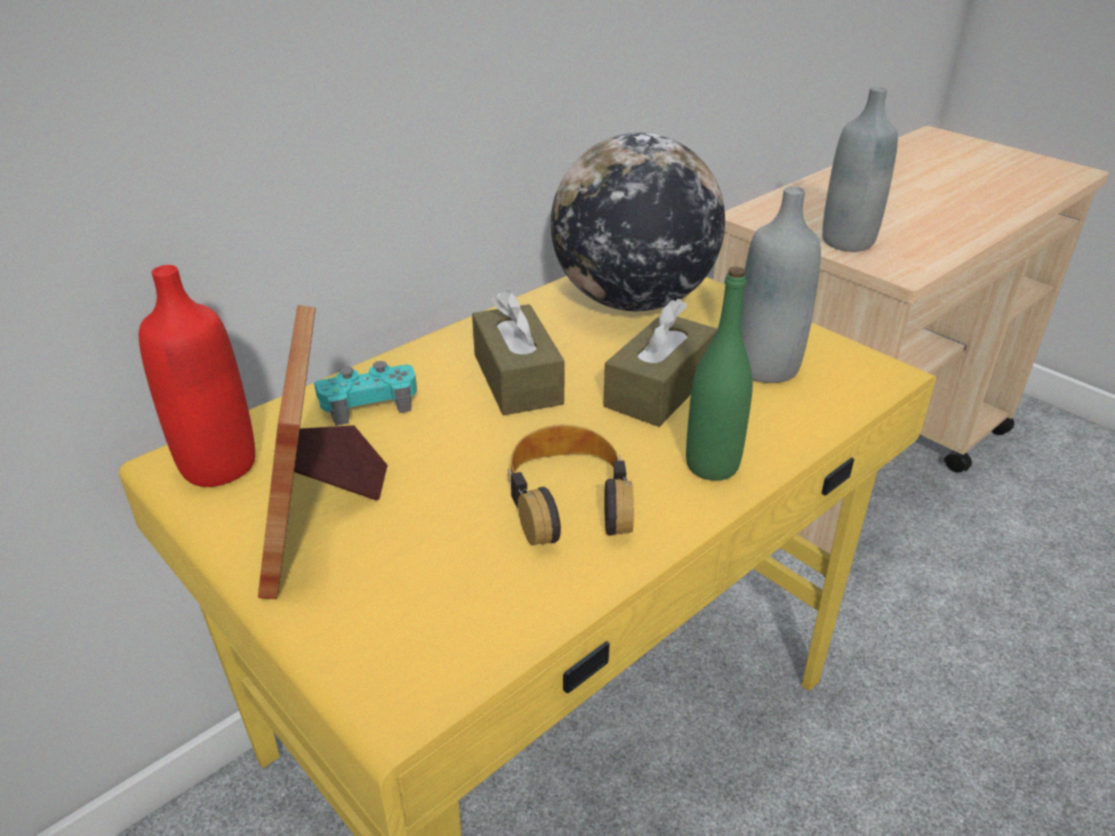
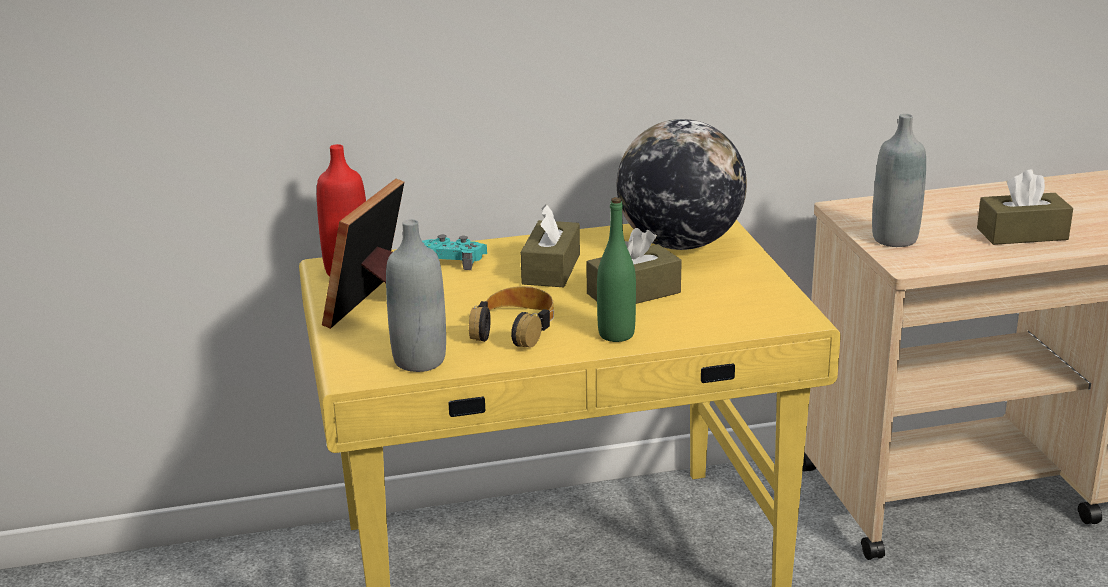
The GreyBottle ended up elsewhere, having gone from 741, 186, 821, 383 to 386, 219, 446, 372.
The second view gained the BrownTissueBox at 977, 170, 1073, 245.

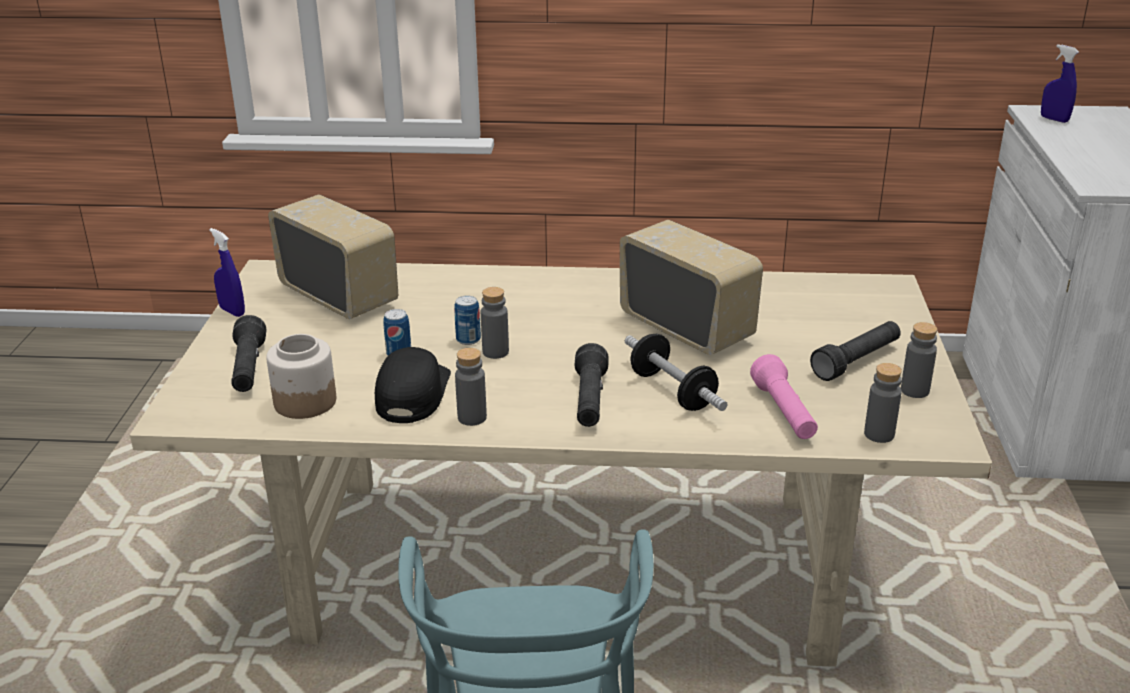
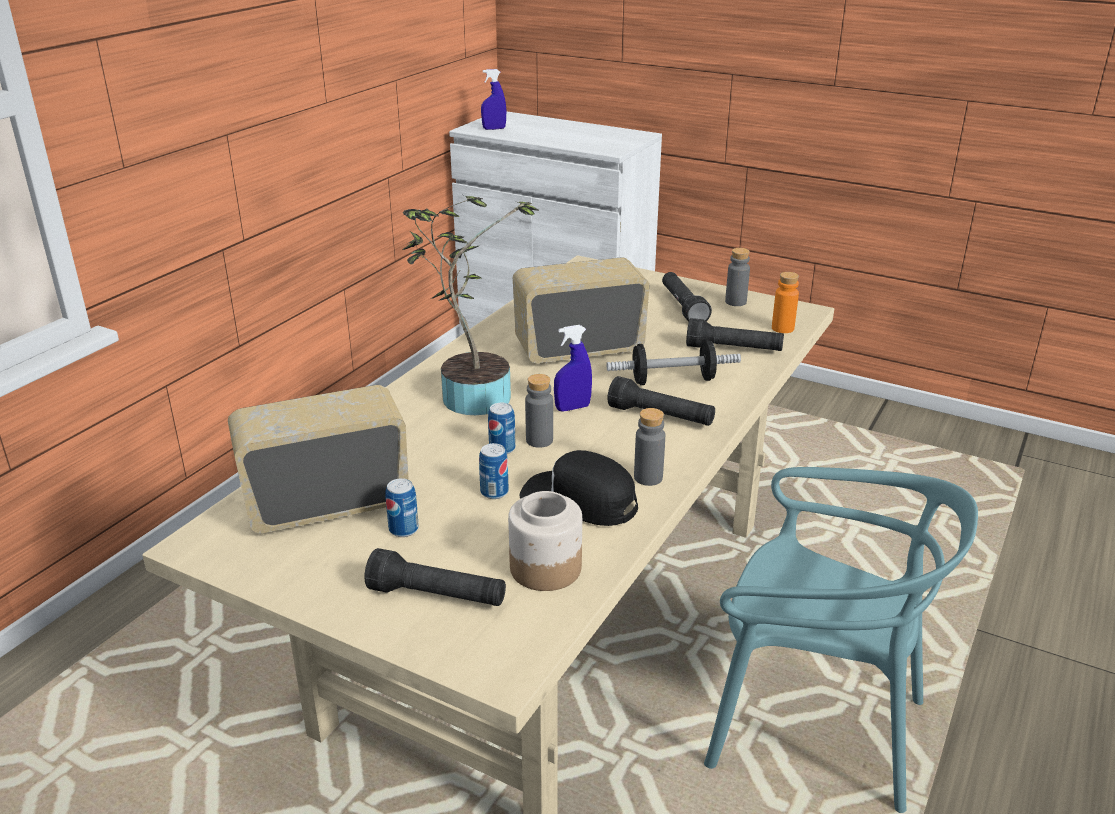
The BlueSprayBottle ended up elsewhere, having gone from 210, 228, 245, 317 to 554, 325, 592, 411.
What was the PinkFlashlight at 750, 354, 818, 439 turned into the BlackFlashlight at 686, 318, 784, 351.
What was the GreyBottle at 864, 363, 902, 443 turned into the OrangeBottle at 772, 272, 799, 333.
The second view gained the PottedPlant at 402, 196, 539, 415.
The second view gained the Can at 385, 478, 419, 537.

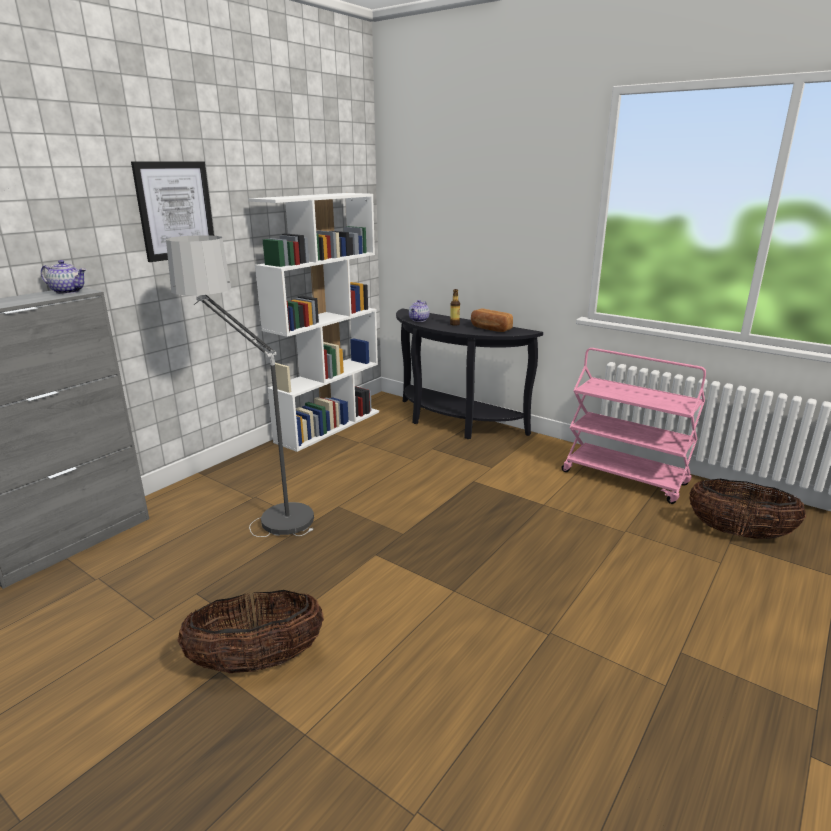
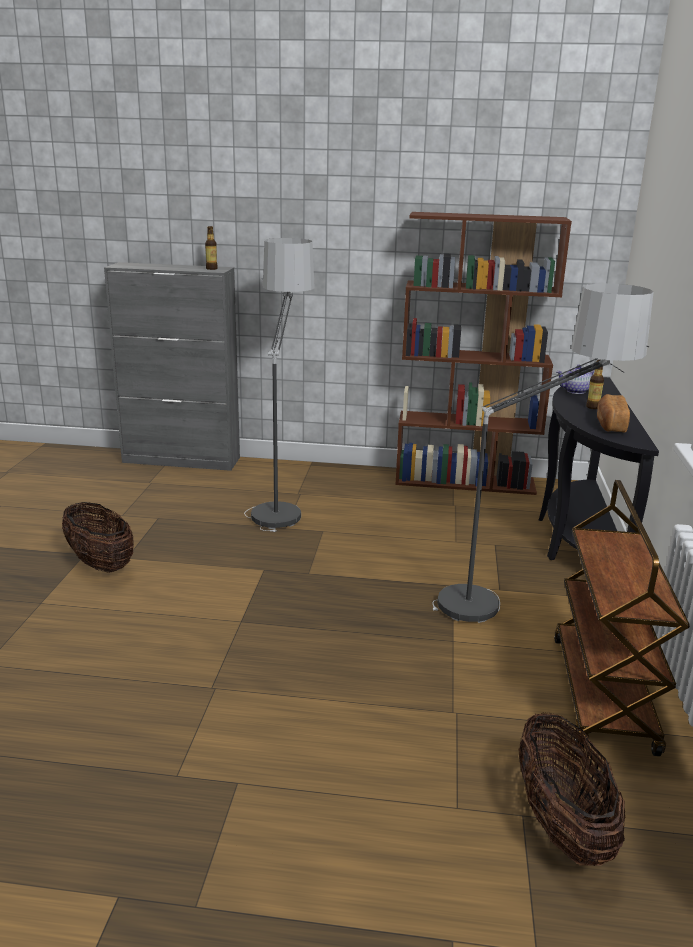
The second view lost the Picture at 131, 162, 214, 262.
What was the WhiteBookcase at 248, 193, 379, 452 turned into the BrownBookcase at 395, 212, 572, 495.
Where the Teapot stood at 41, 260, 86, 294, the Bottle came to stand at 205, 226, 218, 270.
What was the PinkCart at 561, 348, 706, 504 turned into the BrownCart at 554, 480, 690, 756.
The second view gained the FloorLamp at 432, 283, 653, 623.

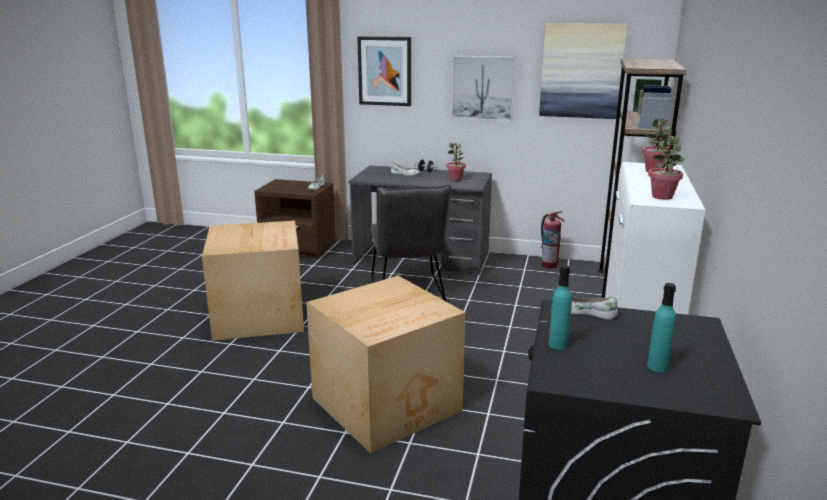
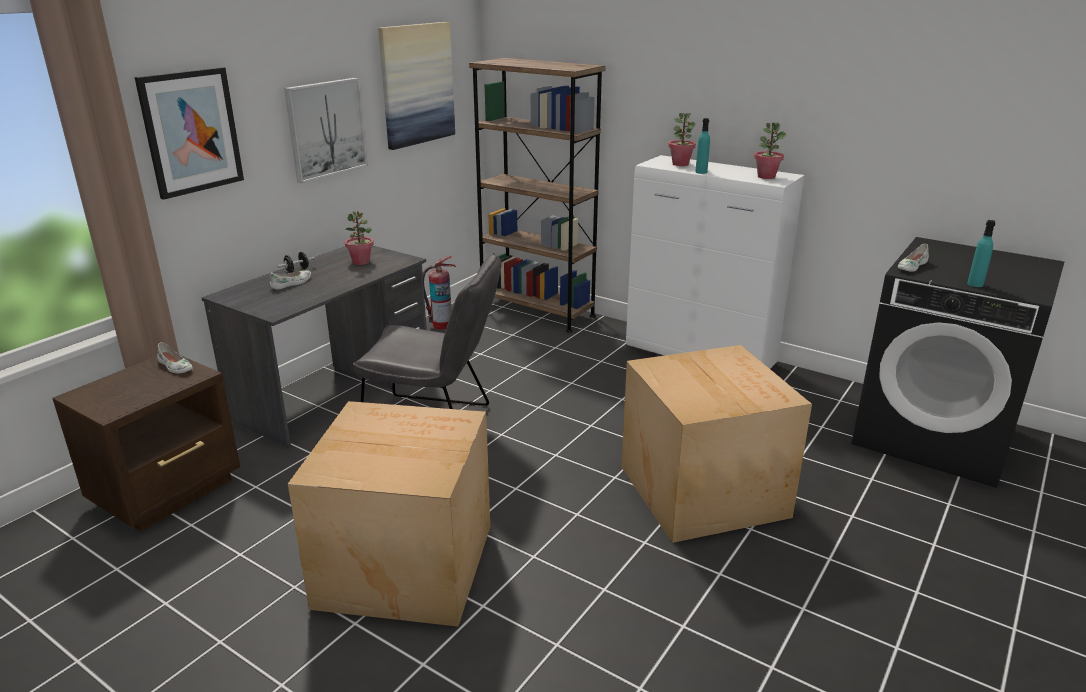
The TurquoiseBottle ended up elsewhere, having gone from 647, 283, 676, 373 to 696, 118, 710, 174.

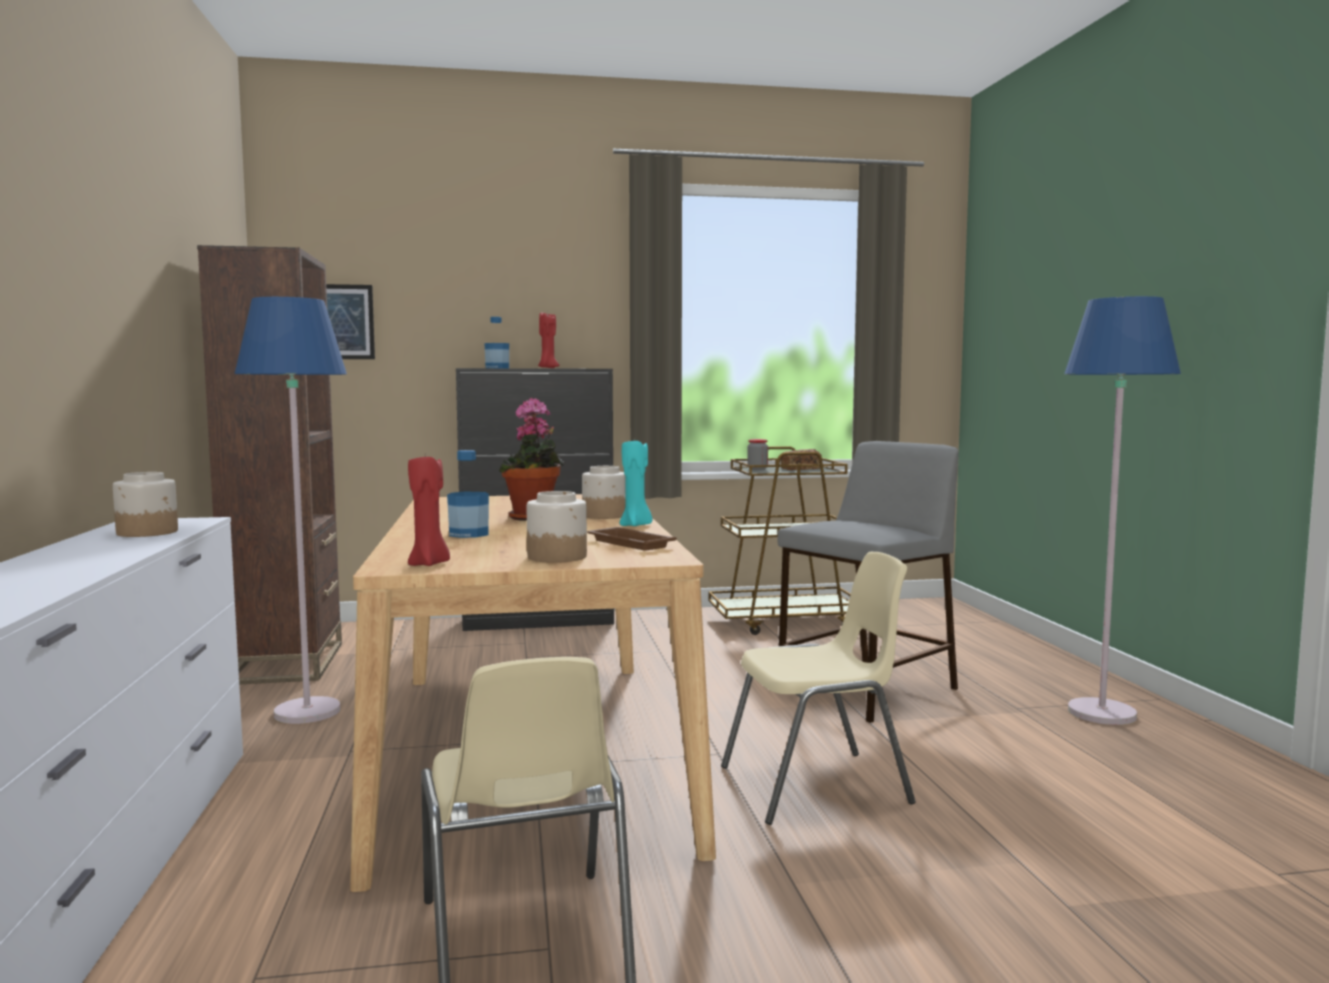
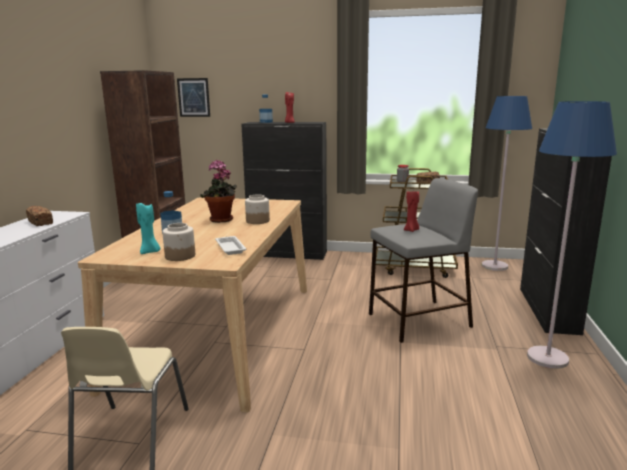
The BlueFloorLamp ended up elsewhere, having gone from 235, 297, 347, 724 to 482, 96, 532, 271.
The TurquoiseCandle ended up elsewhere, having gone from 620, 440, 652, 526 to 136, 203, 160, 254.
The RedCandle ended up elsewhere, having gone from 408, 456, 450, 566 to 404, 191, 419, 232.
Where the Jar stood at 113, 472, 178, 537, the Bread came to stand at 26, 206, 53, 226.
What was the BrownTray at 587, 527, 677, 550 turned into the WhiteTray at 215, 236, 247, 255.
The second view lost the BeigeChair at 721, 552, 916, 825.
The second view gained the BlackCabinet at 520, 128, 612, 335.

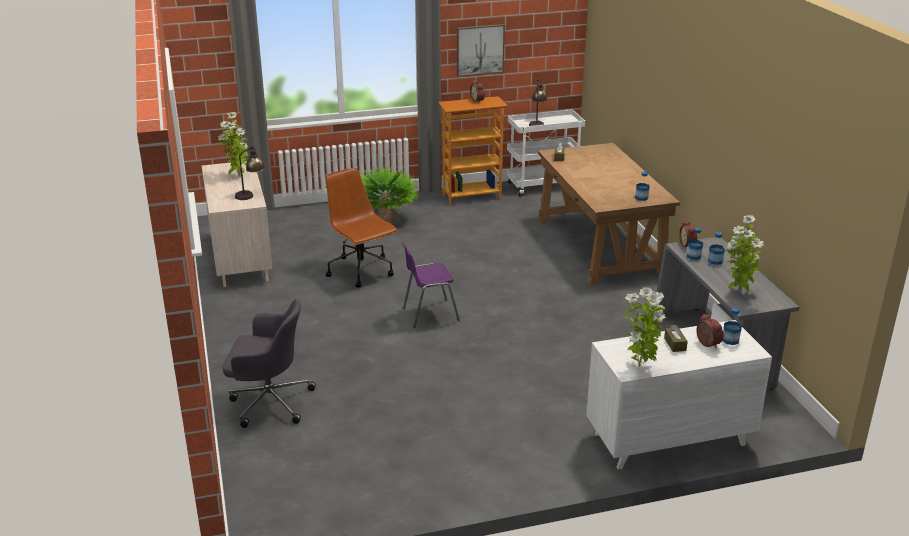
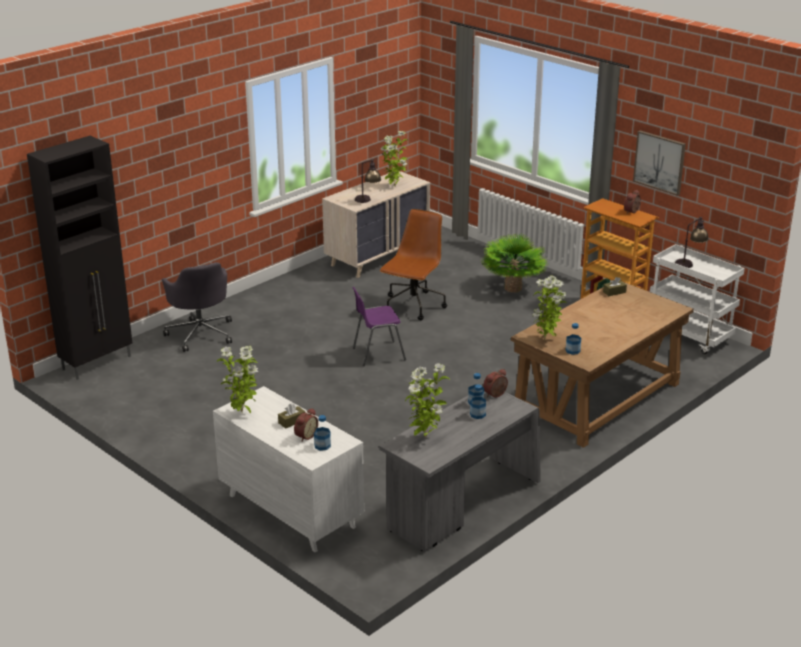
The PurpleChair at 402, 243, 460, 328 ended up facing another way, 60 degrees counterclockwise from before.
The second view gained the BlackCabinet at 27, 136, 132, 380.
The second view gained the PottedPlant at 532, 275, 566, 340.

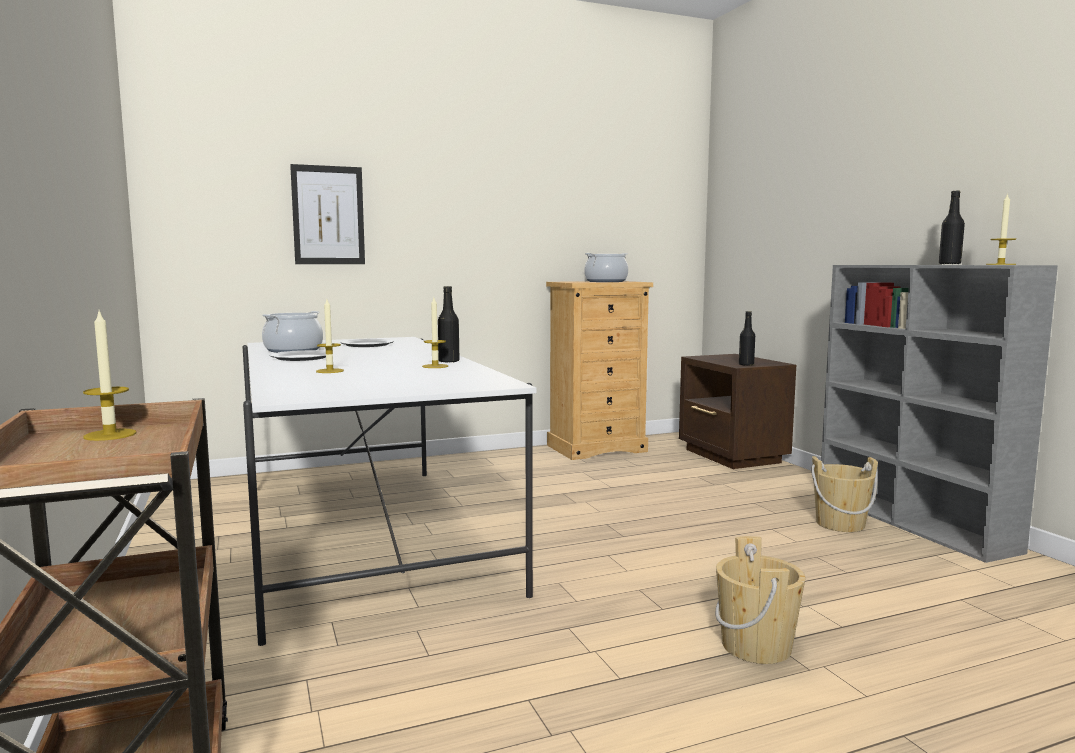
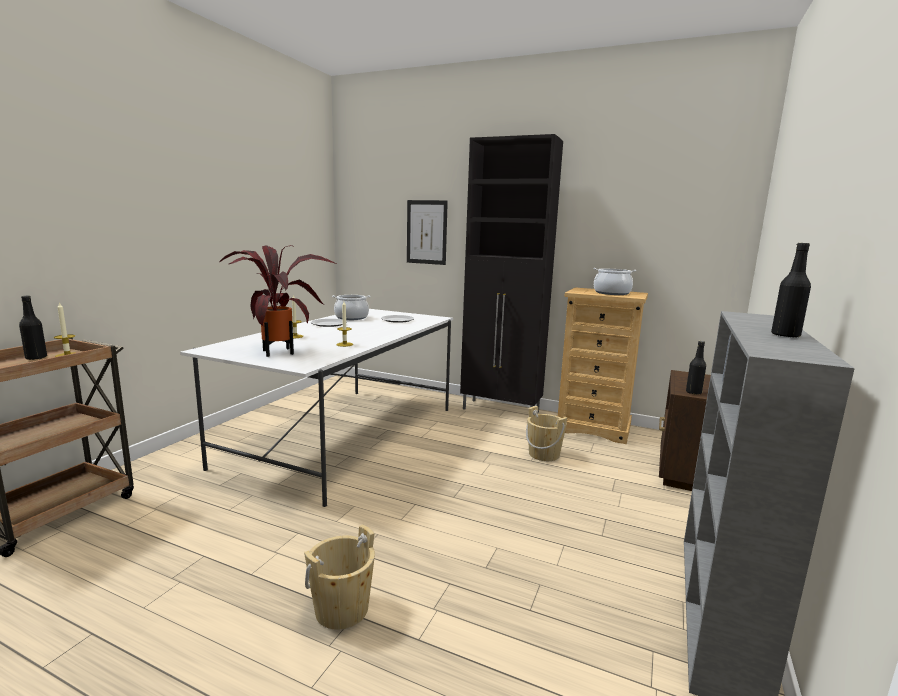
The second view lost the Candle at 986, 193, 1016, 265.
The BlackBottle ended up elsewhere, having gone from 438, 286, 460, 363 to 19, 296, 47, 360.
The BeigeBucket ended up elsewhere, having gone from 811, 456, 878, 532 to 526, 406, 567, 461.
The second view gained the BlackCabinet at 460, 134, 563, 413.
The second view gained the PottedPlant at 219, 245, 336, 357.

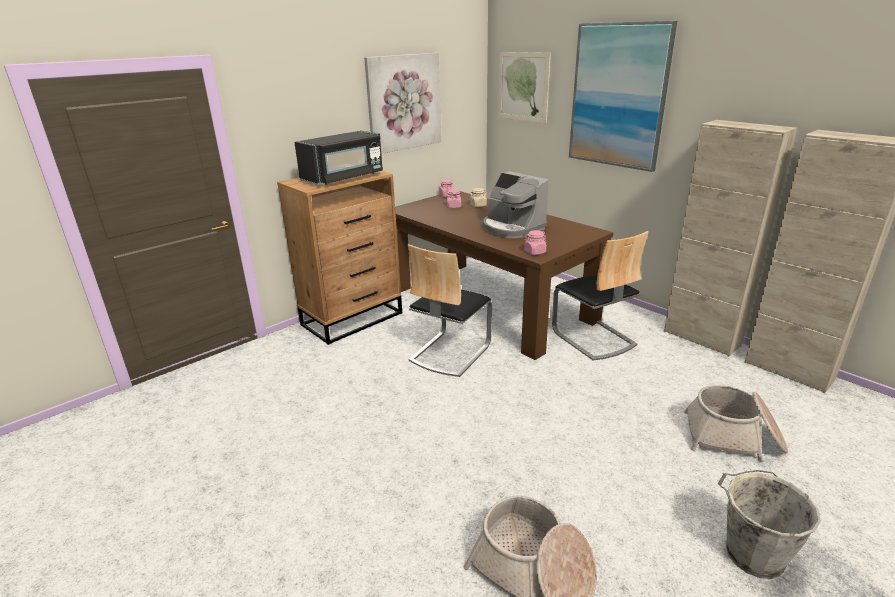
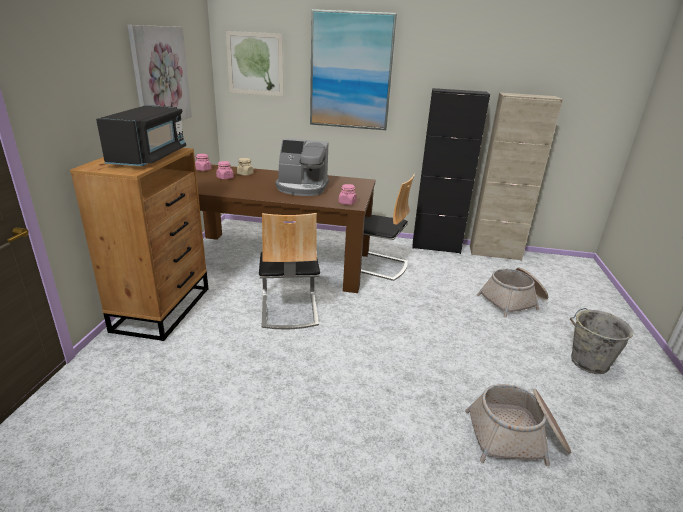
What was the BeigeCabinet at 664, 120, 798, 357 turned into the BlackCabinet at 412, 88, 490, 254.

